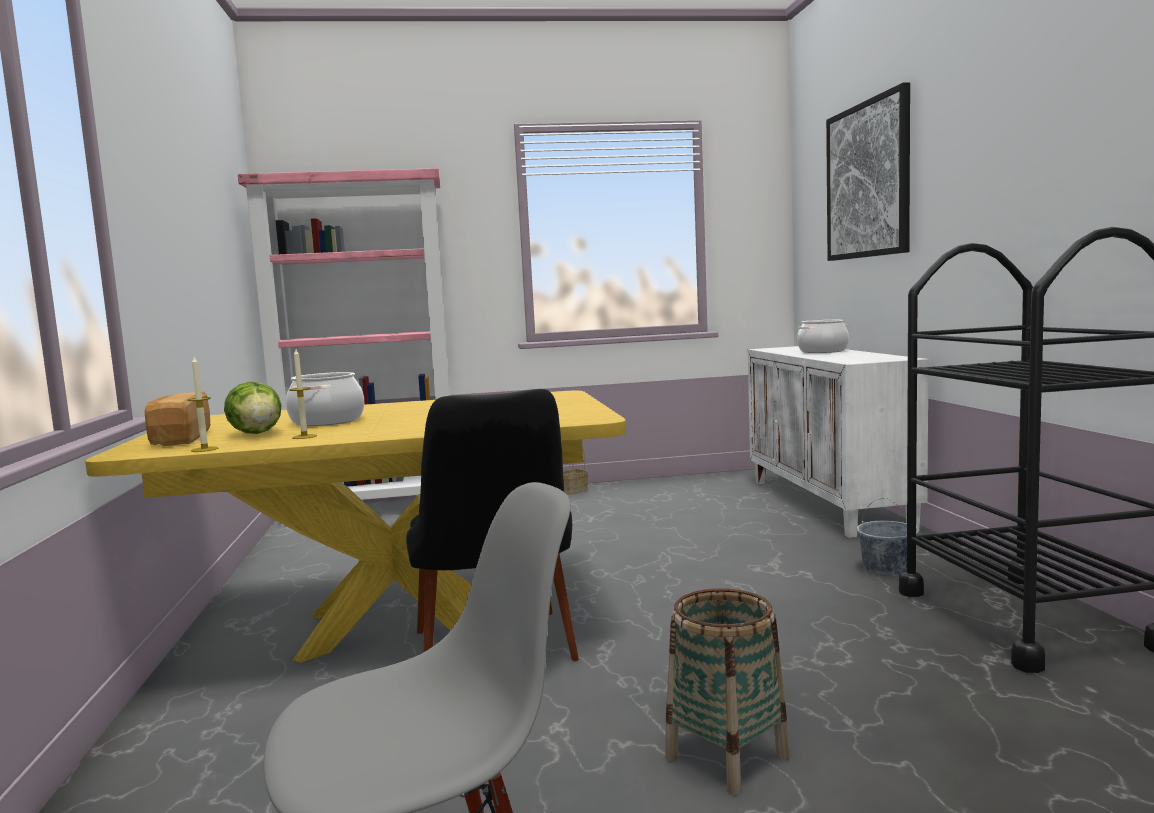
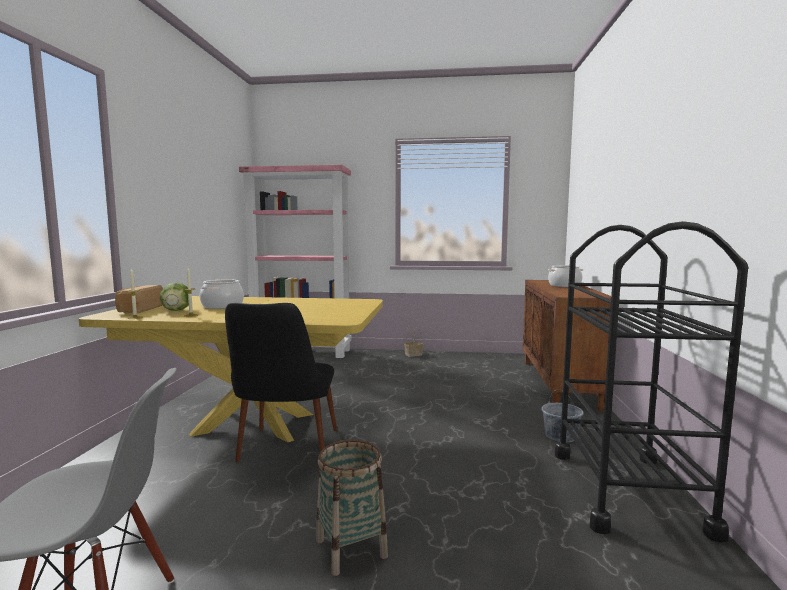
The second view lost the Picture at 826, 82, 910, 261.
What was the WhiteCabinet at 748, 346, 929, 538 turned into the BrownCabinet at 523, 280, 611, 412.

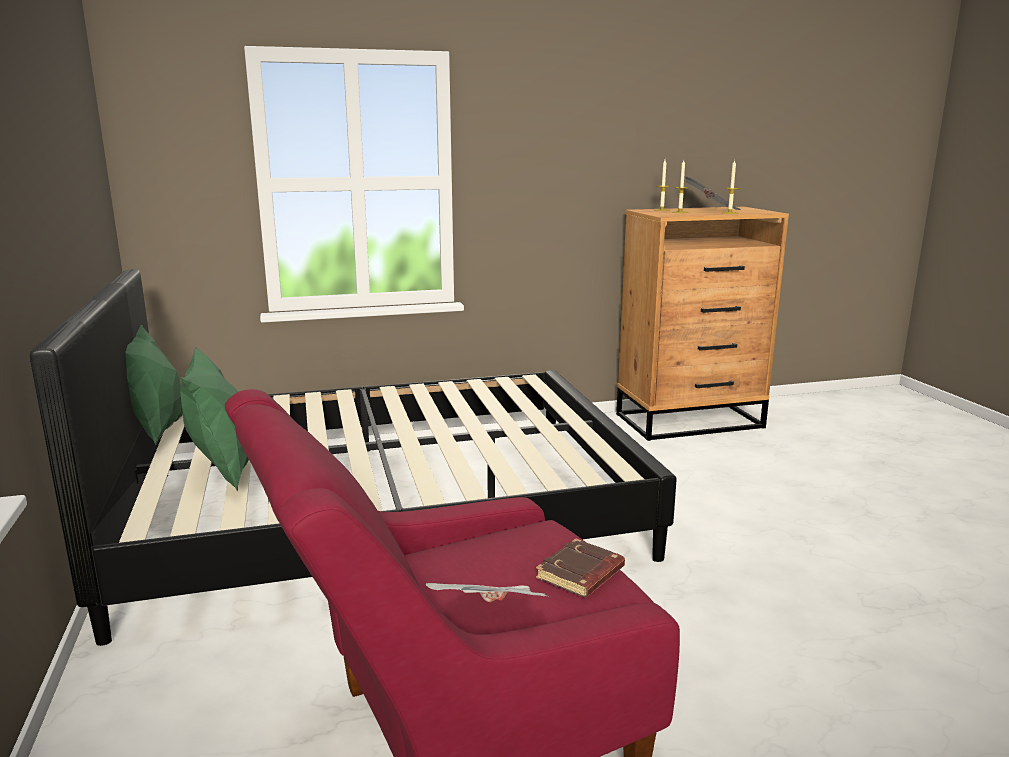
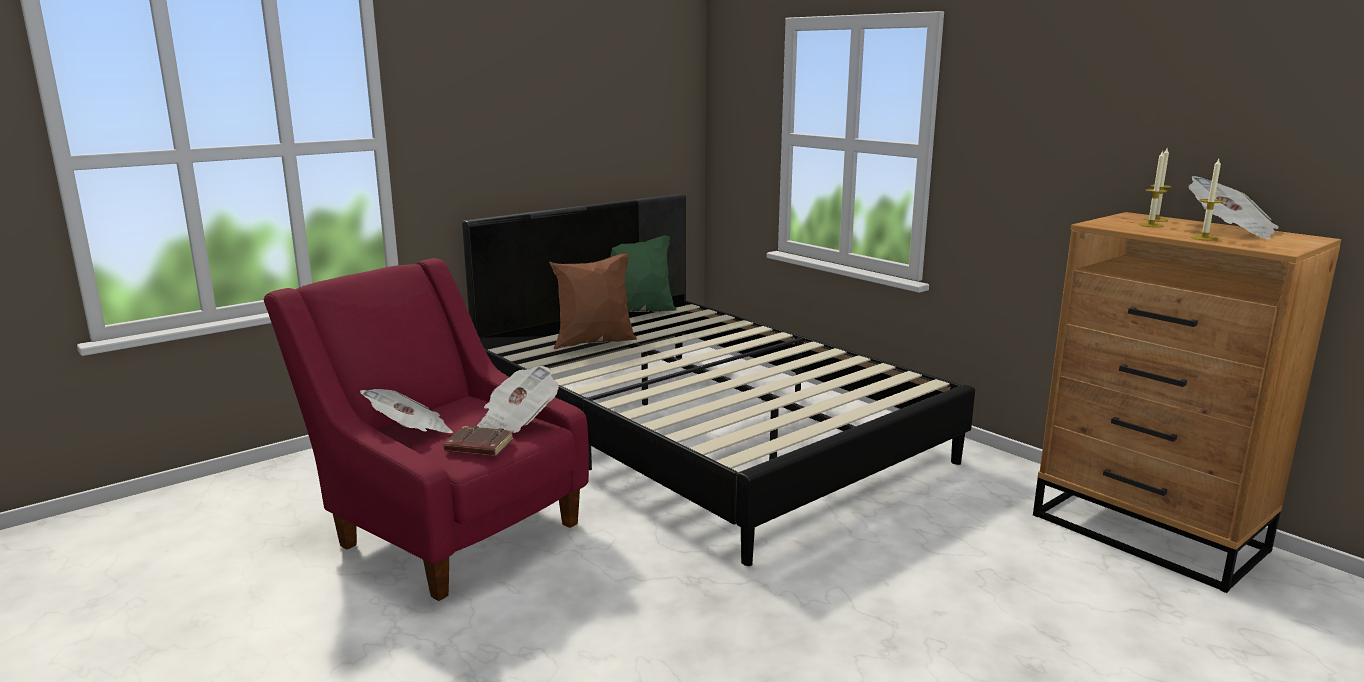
What was the GreenPillow at 180, 347, 249, 491 turned into the BrownPillow at 549, 253, 637, 350.
The second view gained the Newspaper at 477, 366, 559, 433.

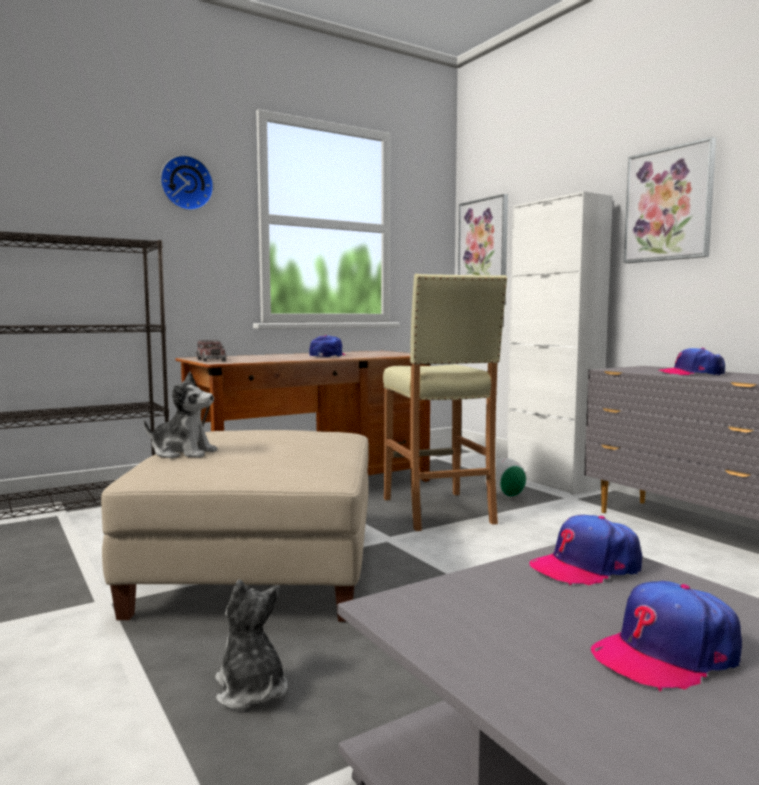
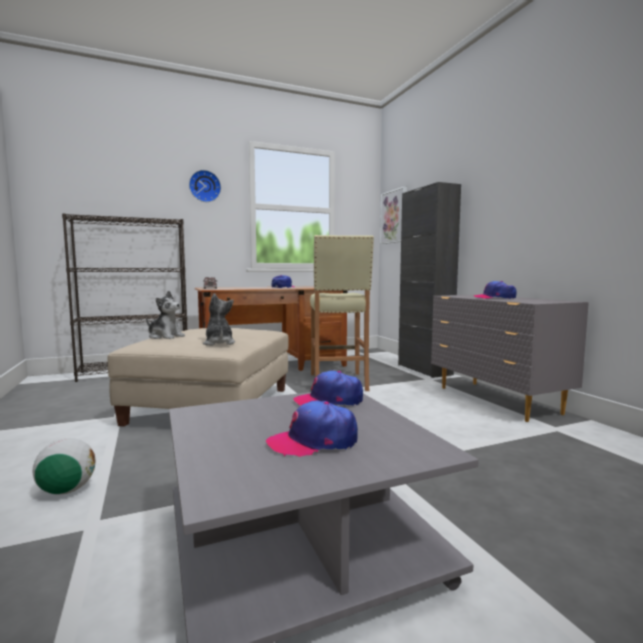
The second view lost the Picture at 624, 137, 716, 263.
What was the WhiteCabinet at 507, 191, 613, 495 turned into the BlackCabinet at 398, 182, 461, 378.
The Football ended up elsewhere, having gone from 485, 458, 526, 499 to 33, 438, 96, 495.
The PlushToy ended up elsewhere, having gone from 215, 579, 288, 710 to 203, 293, 235, 346.

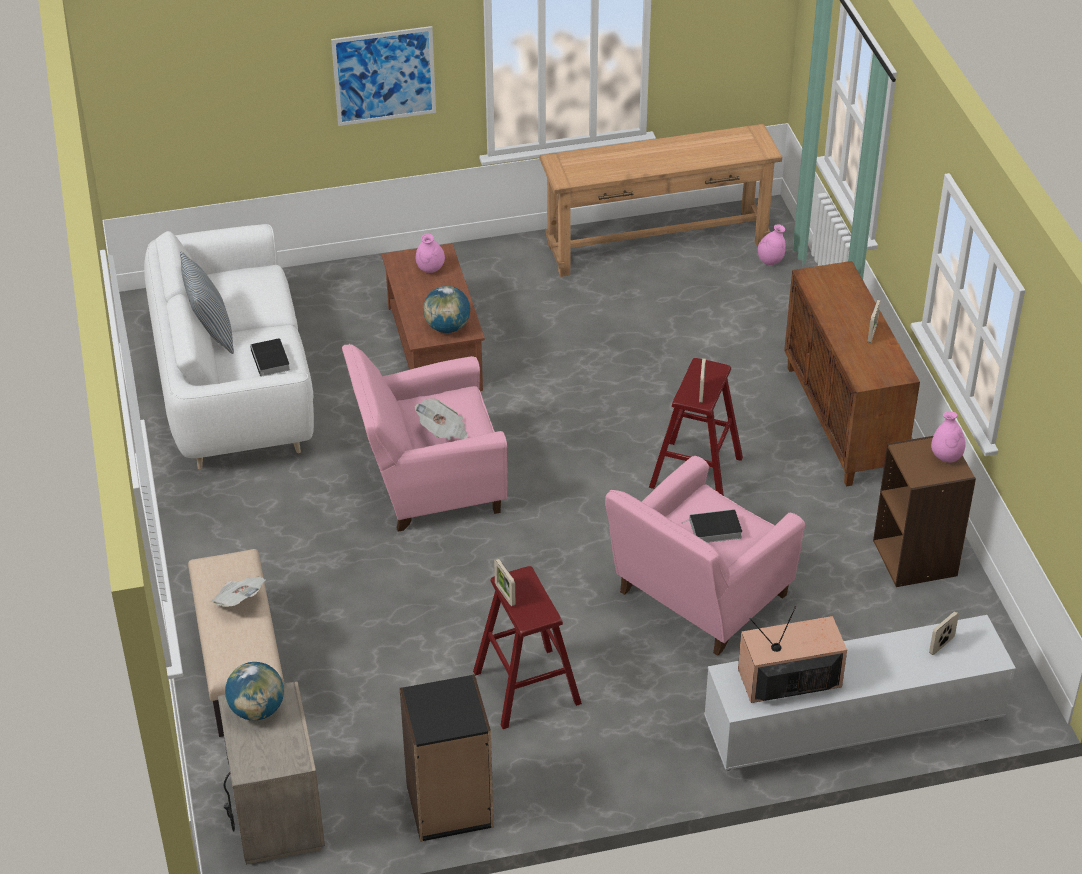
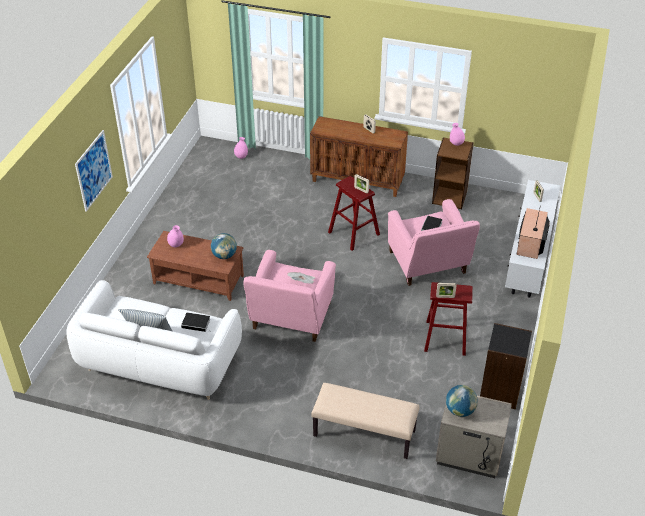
The second view lost the BrownConsoleTable at 540, 124, 782, 277.
The second view lost the Newspaper at 211, 576, 265, 607.

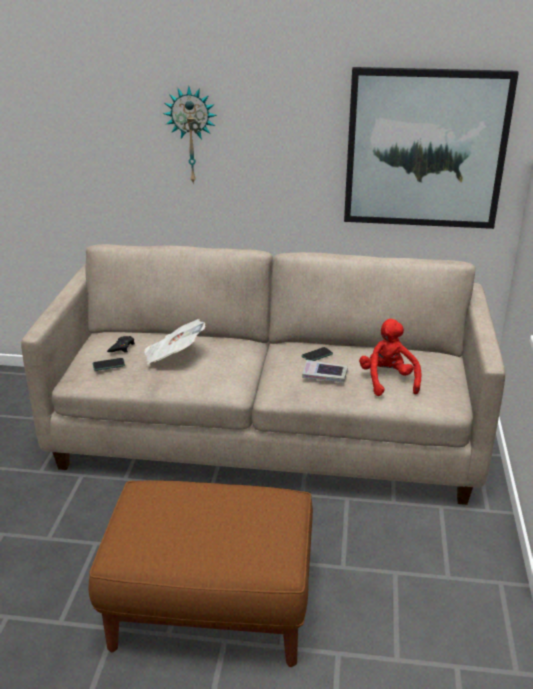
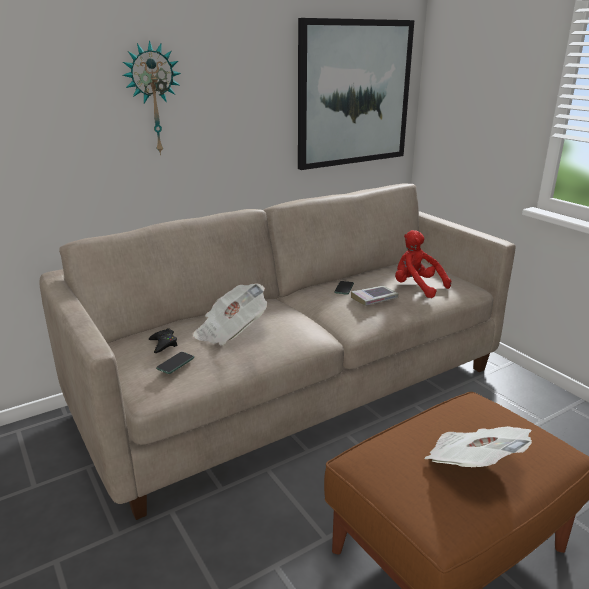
The second view gained the Newspaper at 424, 426, 532, 467.

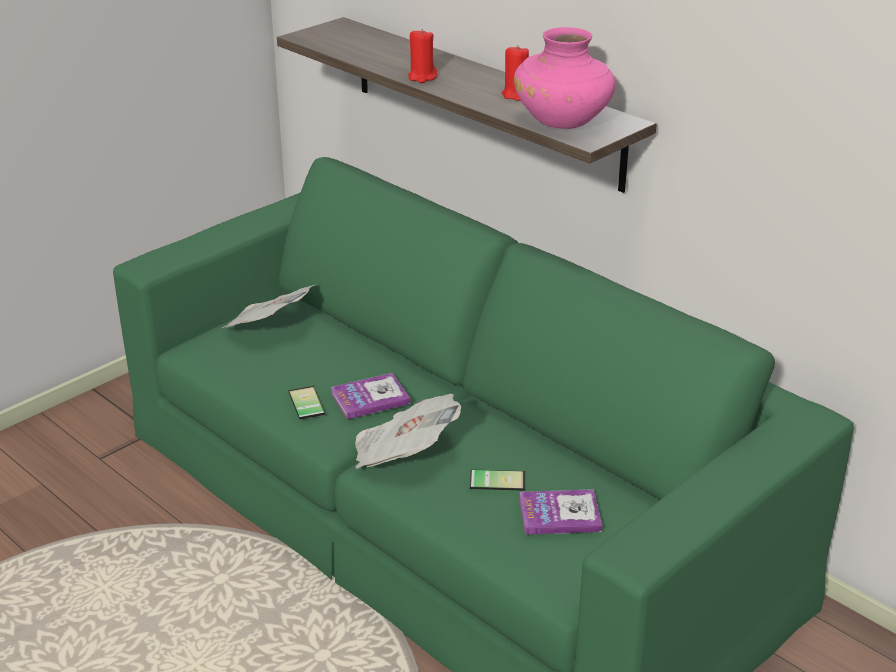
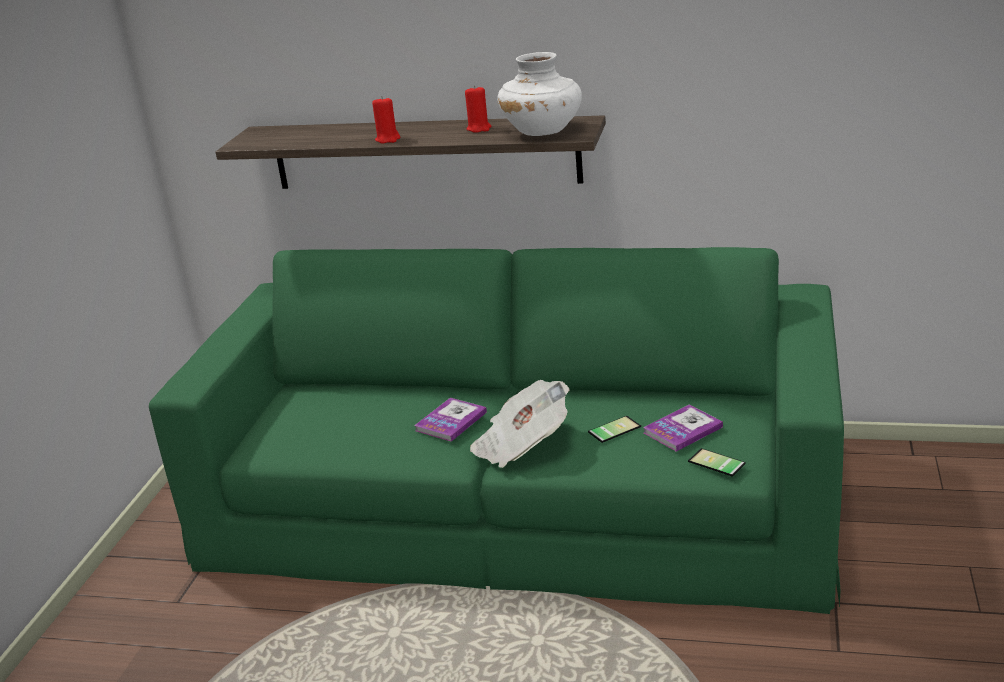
What was the PinkVase at 514, 27, 615, 129 turned into the WhiteVase at 497, 52, 582, 136.
The second view lost the Newspaper at 222, 284, 316, 328.
The Phone ended up elsewhere, having gone from 288, 386, 325, 419 to 688, 448, 746, 477.

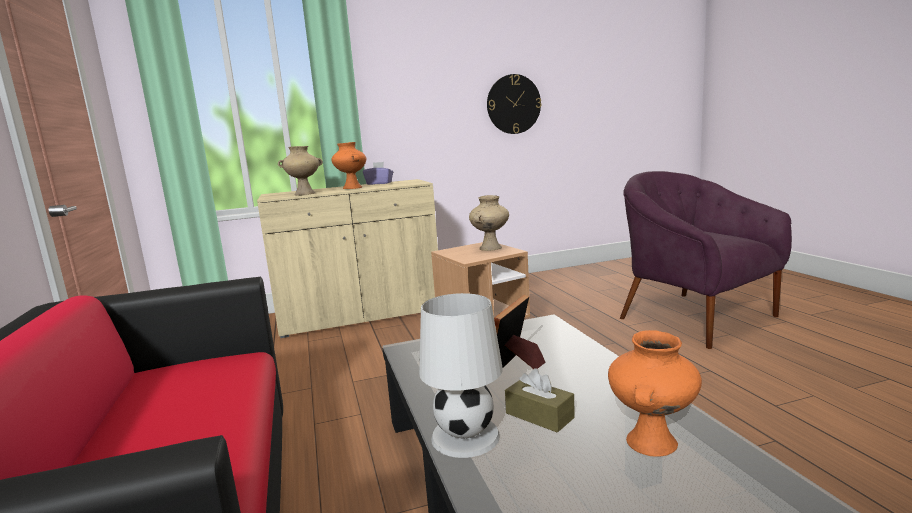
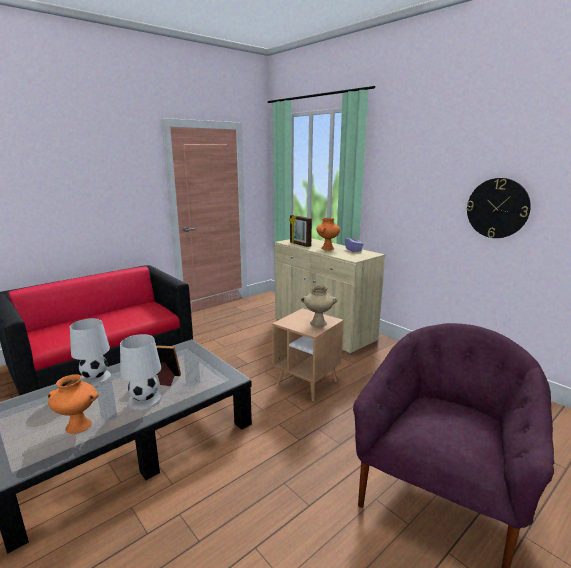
Where the BeigeVase stood at 278, 146, 323, 195, the PictureFrame came to stand at 289, 215, 312, 247.
The second view lost the BrownTissueBox at 505, 368, 575, 433.
The second view gained the WhiteTableLamp at 120, 334, 162, 410.

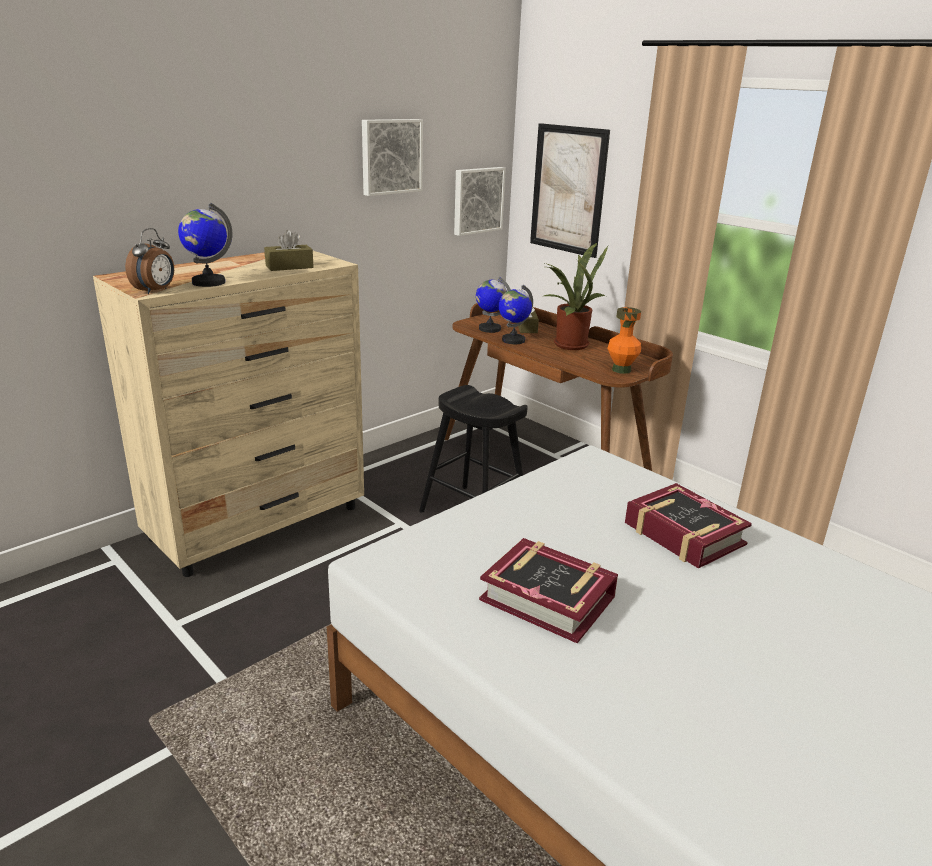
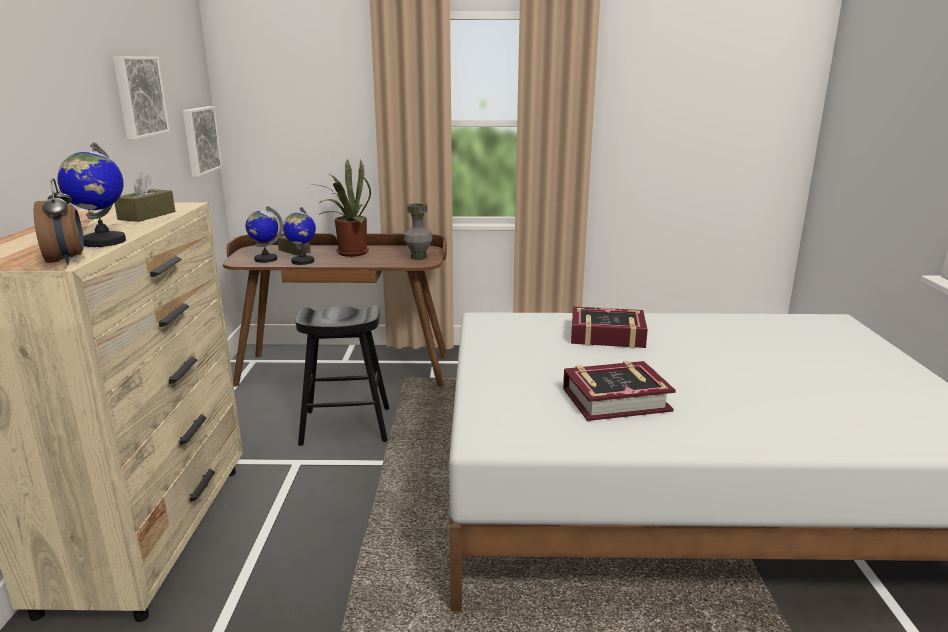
The second view lost the Picture at 530, 123, 610, 258.
What was the OrangeVase at 607, 307, 641, 374 turned into the GreyVase at 404, 203, 433, 260.

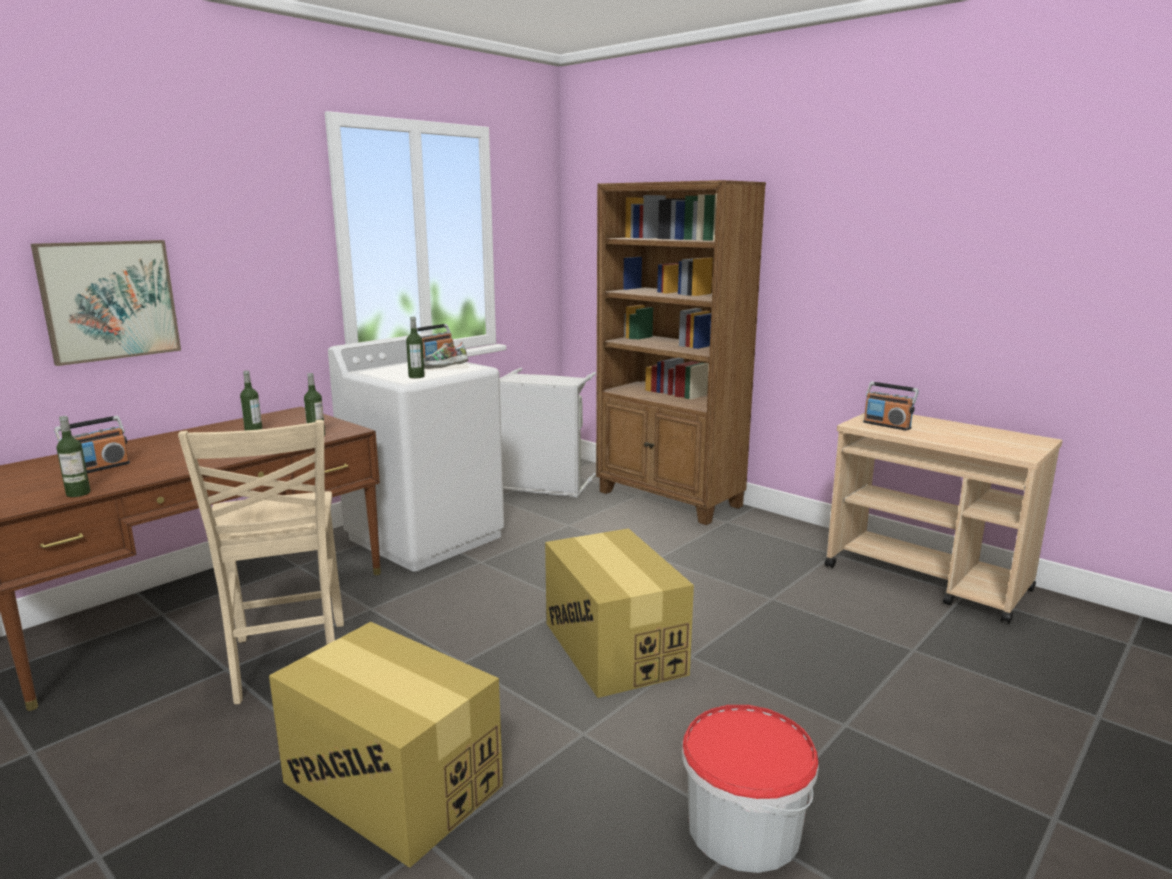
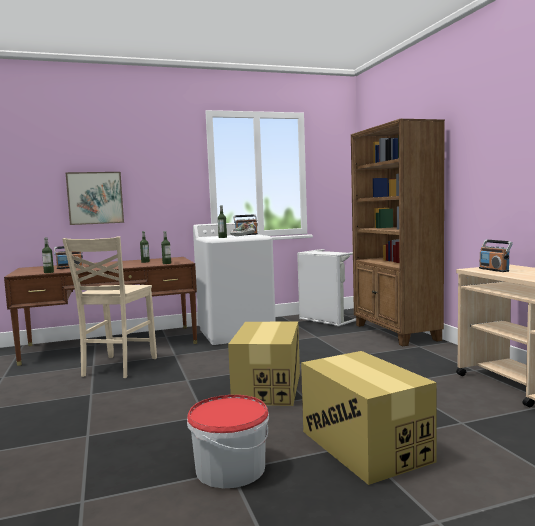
The CardboardBox ended up elsewhere, having gone from 269, 622, 503, 868 to 301, 351, 437, 485.

